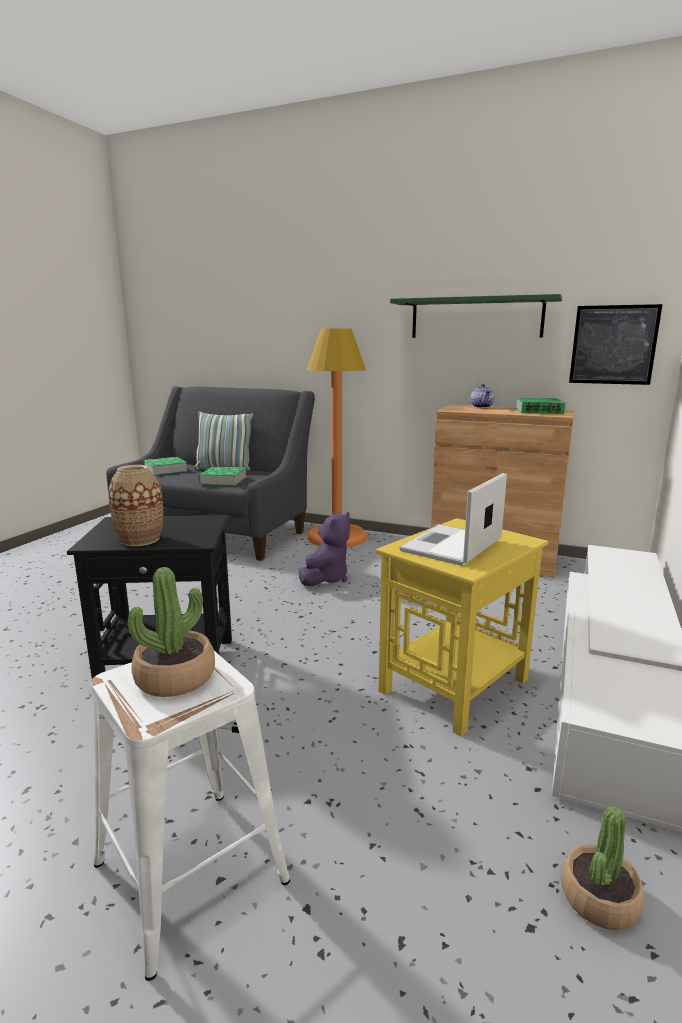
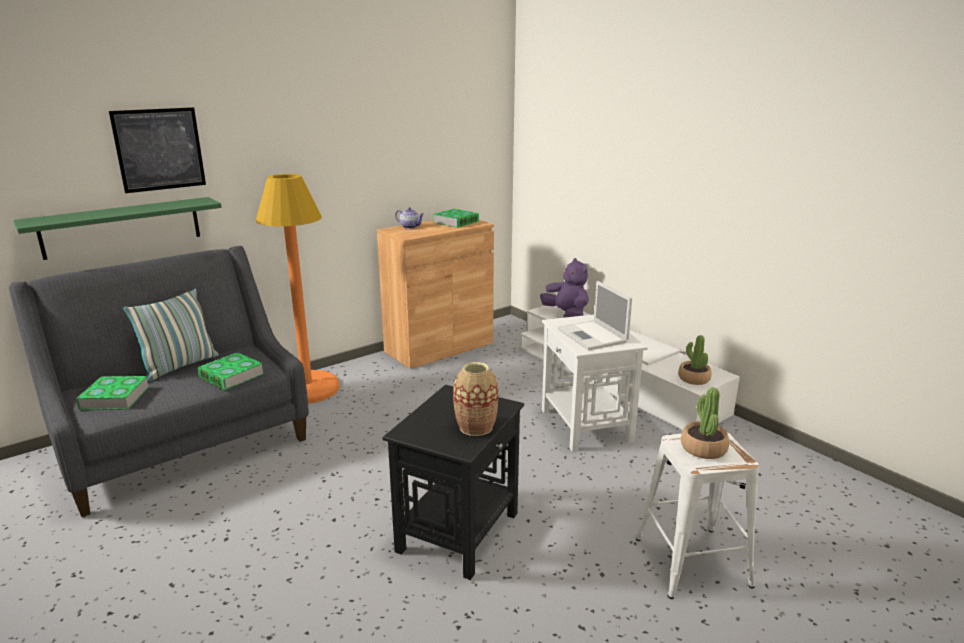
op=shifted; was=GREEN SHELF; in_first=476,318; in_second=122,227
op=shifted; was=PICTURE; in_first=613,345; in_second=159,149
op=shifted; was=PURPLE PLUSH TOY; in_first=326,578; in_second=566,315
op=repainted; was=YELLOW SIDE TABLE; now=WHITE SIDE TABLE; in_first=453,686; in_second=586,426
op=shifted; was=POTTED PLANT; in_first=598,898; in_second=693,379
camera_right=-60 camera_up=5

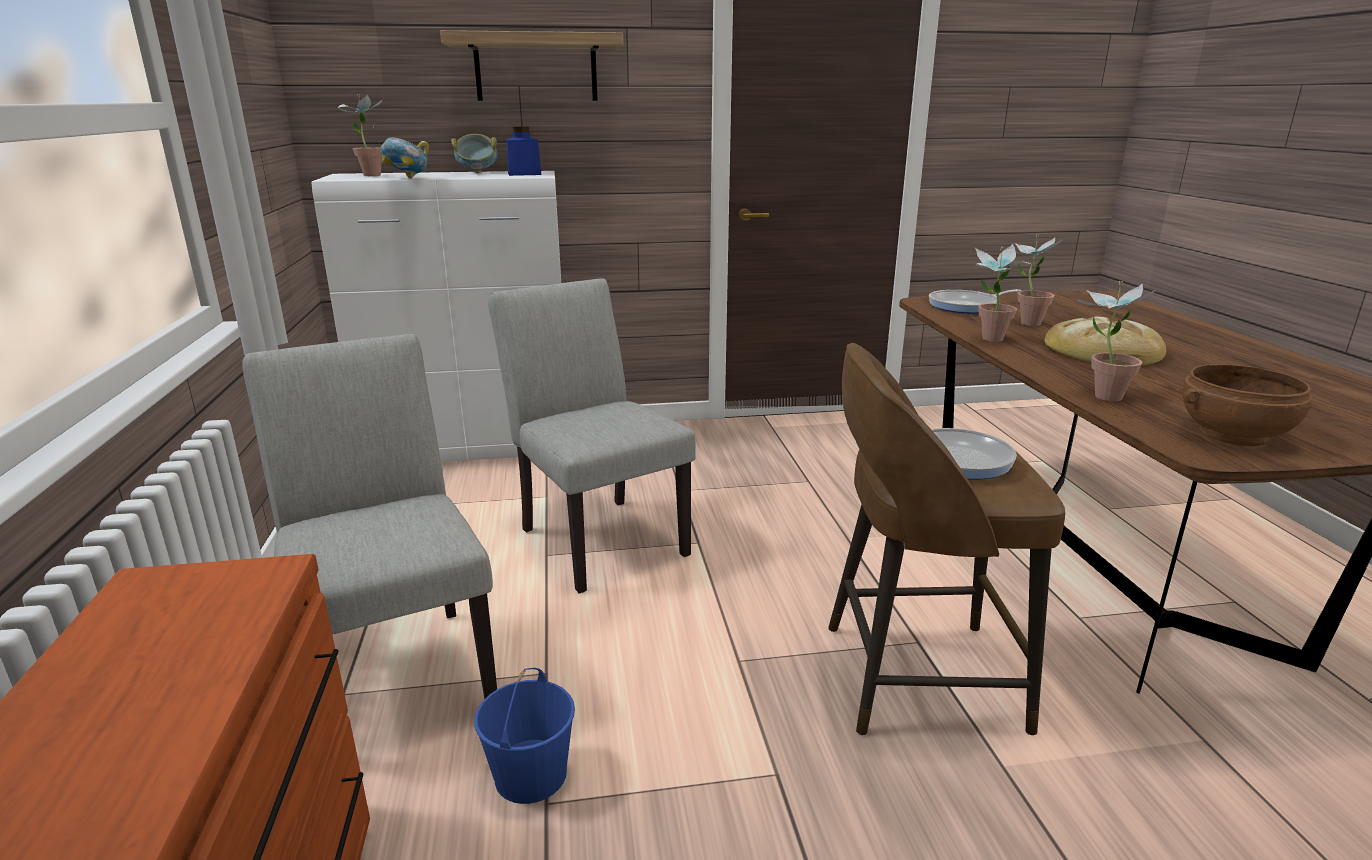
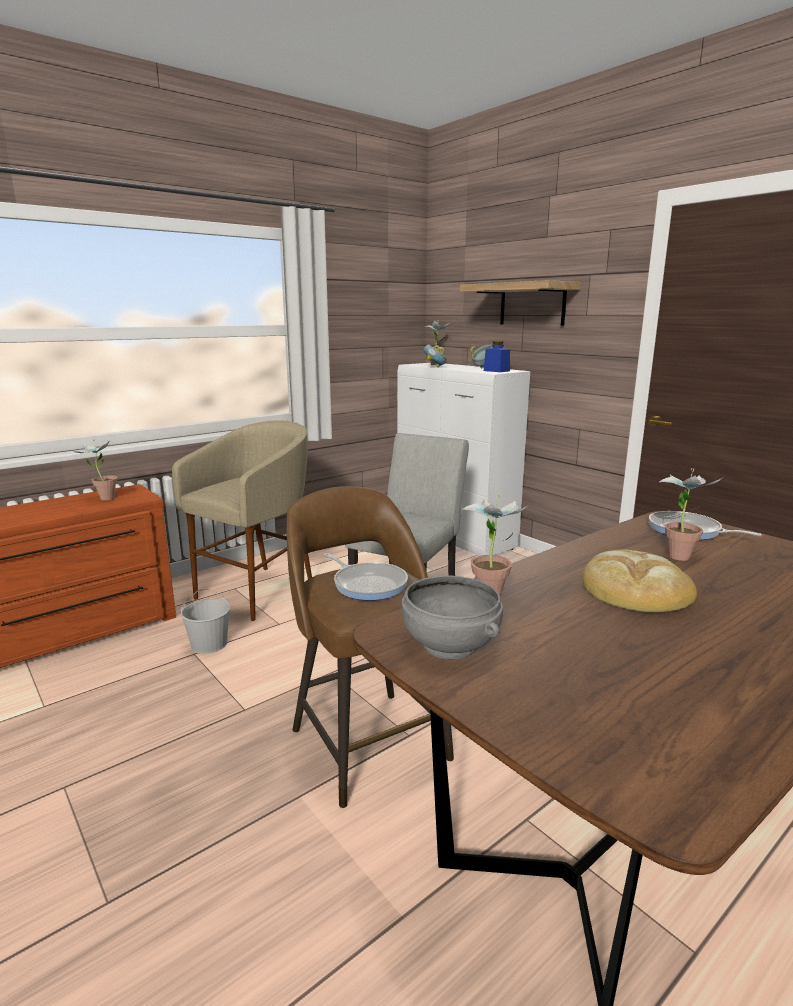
op=shifted; was=POTTED PLANT; in_first=989,340; in_second=103,498
op=swapped; was=GREY CHAIR; now=BEIGE STOOL; in_first=395,668; in_second=257,591
op=repainted; was=BROWN BOWL; now=GREY BOWL; in_first=1234,435; in_second=449,645
op=repainted; was=BLUE BUCKET; now=WHITE BUCKET; in_first=531,776; in_second=208,644
camera_right=60 camera_up=-5

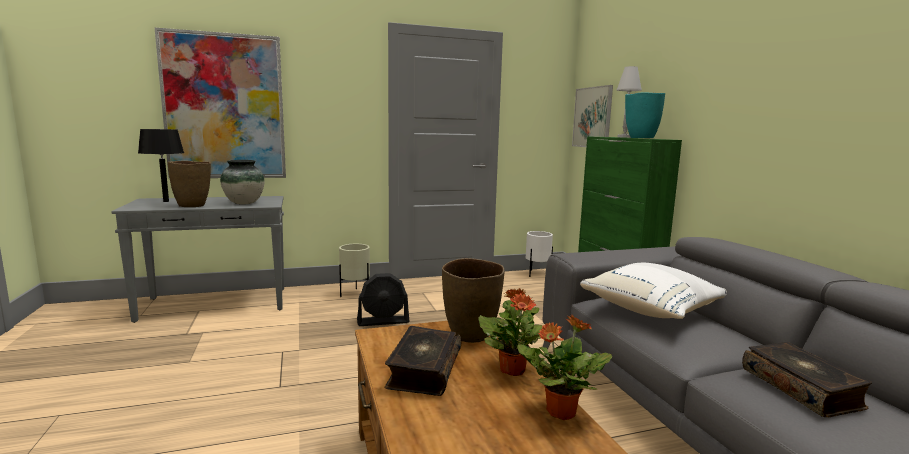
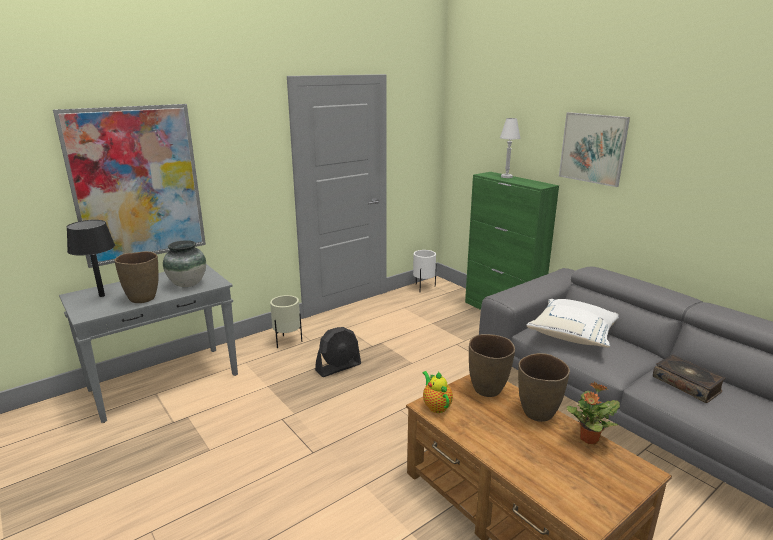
op=shifted; was=PICTURE; in_first=592,117; in_second=593,148
op=gone; was=TURQUOISE VASE; in_first=640,138
op=swapped; was=POTTED PLANT; now=BROWN VASE; in_first=512,369; in_second=538,413
op=gone; was=BOOK; in_first=423,371
op=new; now=TEAPOT; in_second=436,406
camera_right=-20 camera_up=10

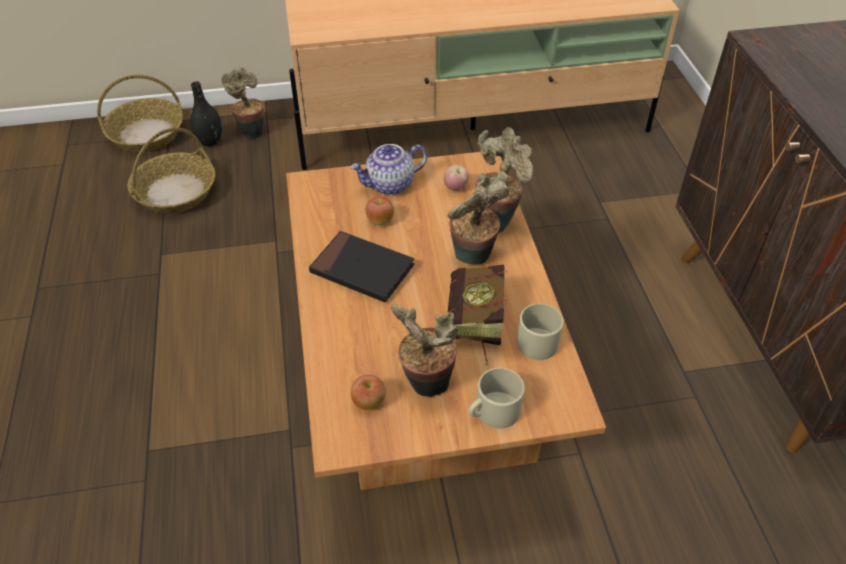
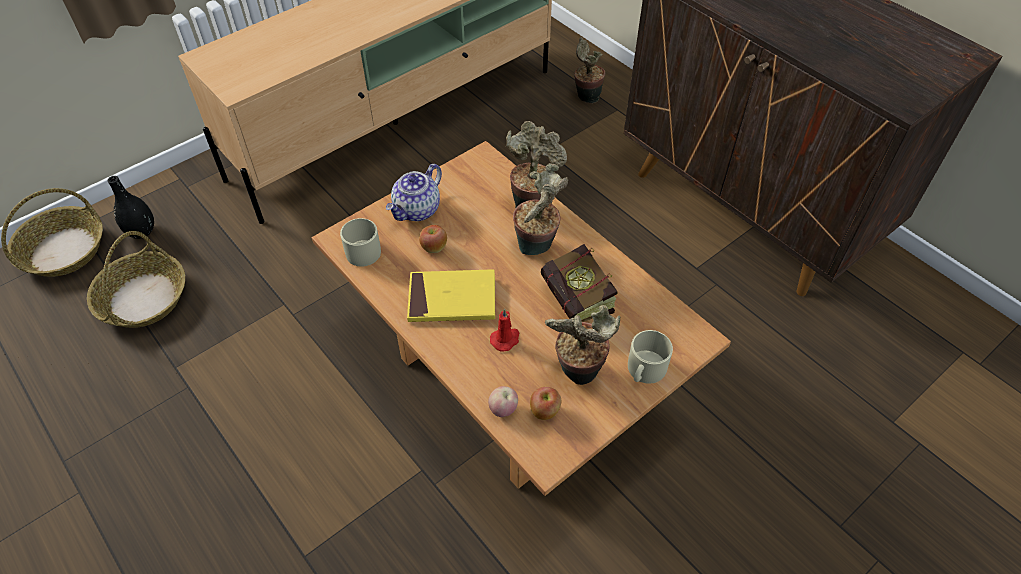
op=shifted; was=POTTED PLANT; in_first=251,132; in_second=585,97
op=shifted; was=APPLE; in_first=455,188; in_second=503,409
op=repainted; was=BLACK BOOK; now=YELLOW BOOK; in_first=362,270; in_second=452,299
op=shifted; was=BEIGE MUG; in_first=539,339; in_second=363,249
op=new; now=RED CANDLE; in_second=505,339
camera_right=-30 camera_up=5

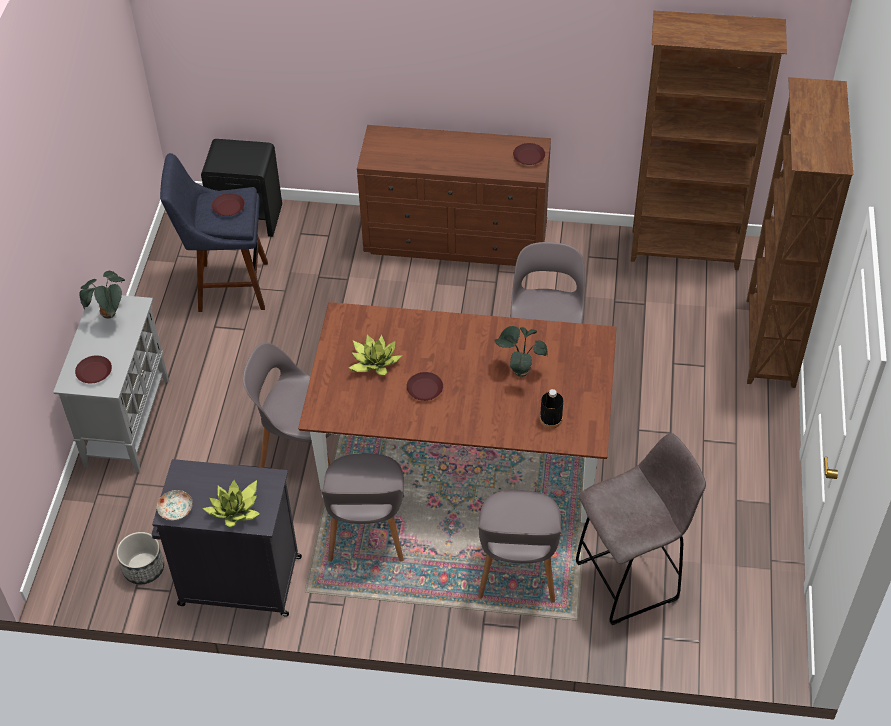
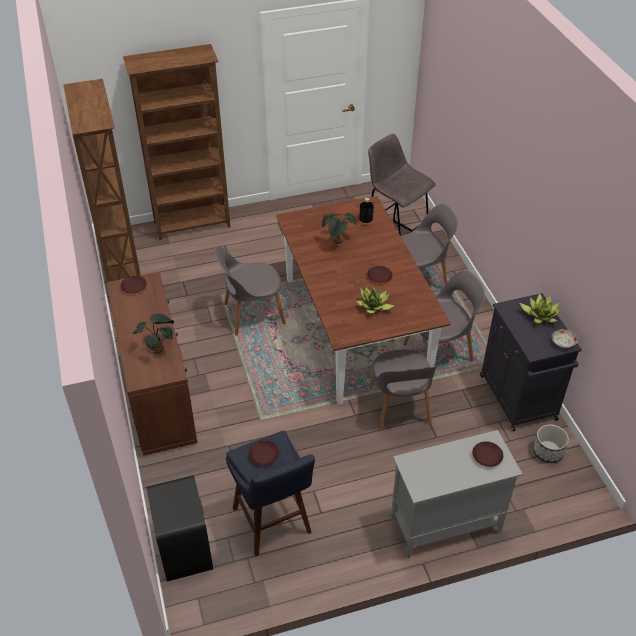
op=shifted; was=POTTED PLANT; in_first=109,315; in_second=158,349
camera_right=-115 camera_up=-5

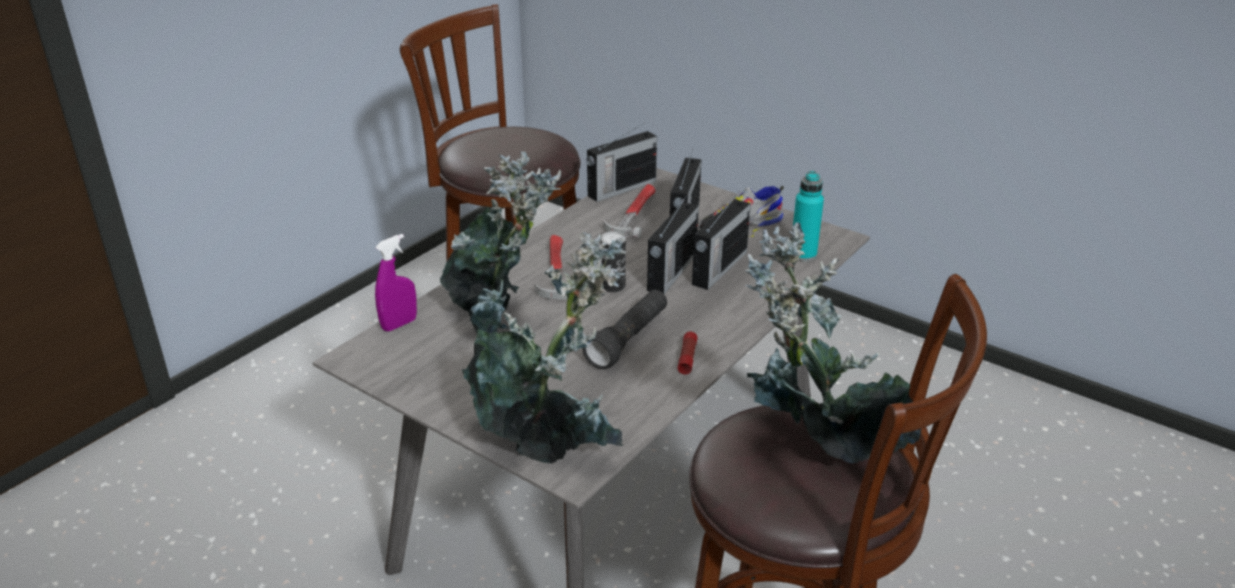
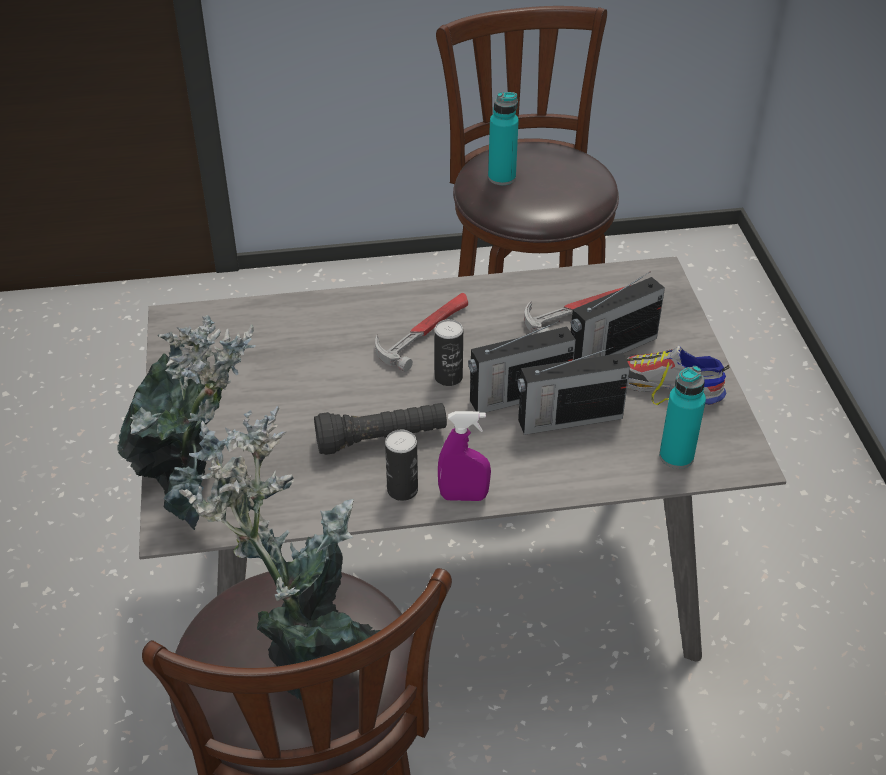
op=gone; was=RADIO; in_first=620,189
op=gone; was=POTTED PLANT; in_first=498,325
op=shifted; was=PURPLE SPRAY BOTTLE; in_first=399,324; in_second=463,496
op=swapped; was=FLASHLIGHT; now=CAN; in_first=687,358; in_second=402,490
op=new; now=TURQUOISE BOTTLE; in_second=501,178
camera_right=45 camera_up=10

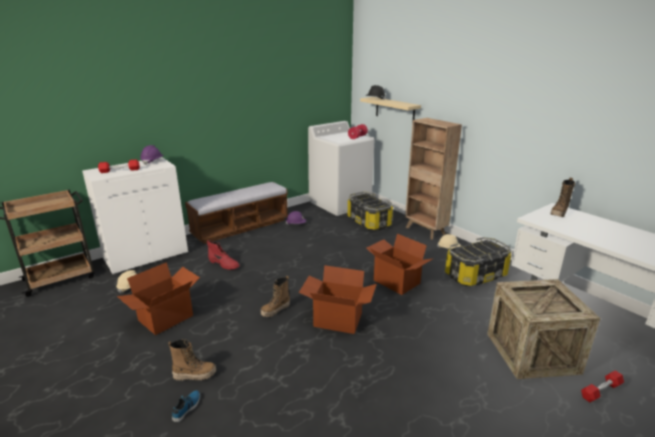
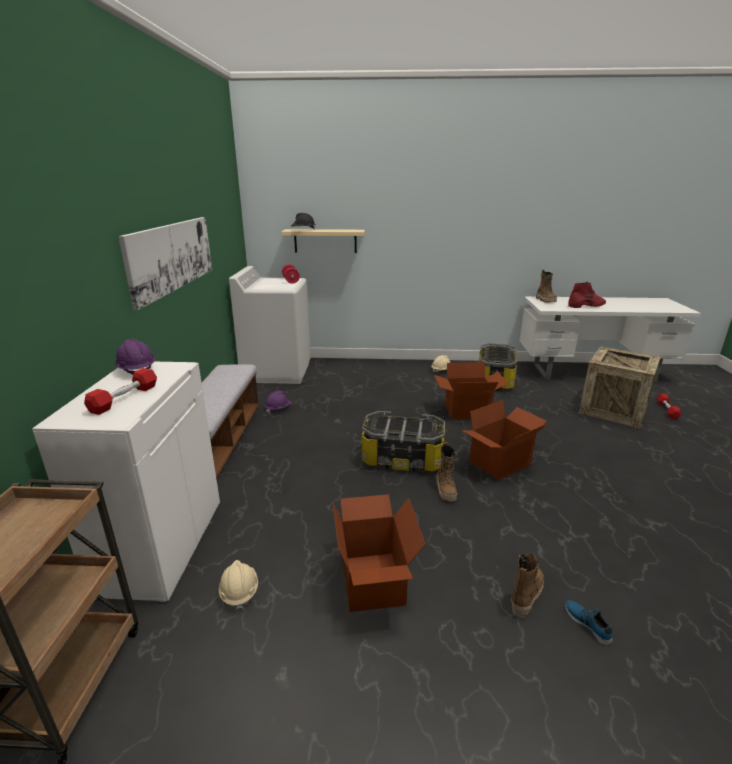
op=gone; was=BROWN BOOKCASE; in_first=425,231
op=shifted; was=STORAGE BOX; in_first=368,222; in_second=402,460
op=shifted; was=RED BOOT; in_first=224,264; in_second=586,305
op=new; now=PICTURE; in_second=172,256
camera_right=-50 camera_up=0

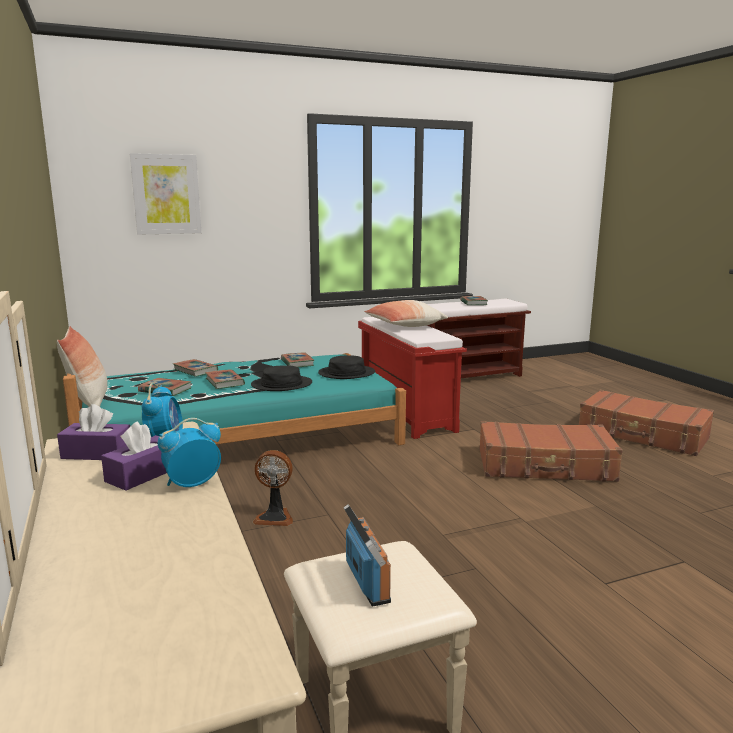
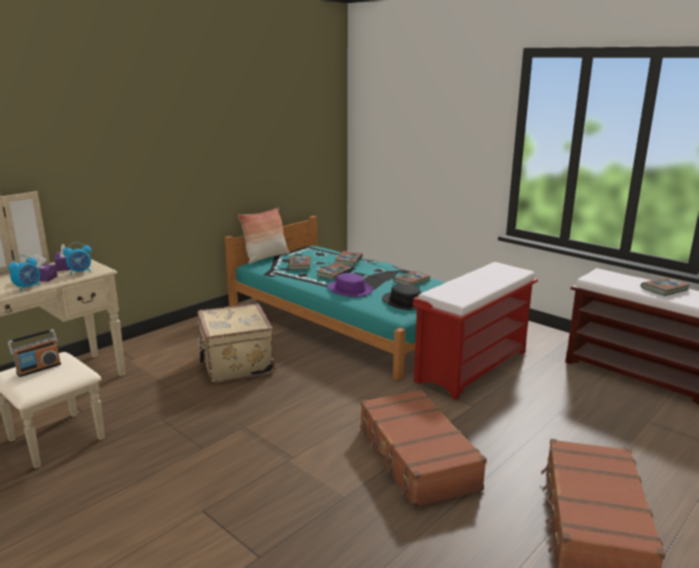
op=gone; was=PICTURE; in_first=166,194
op=gone; was=PILLOW; in_first=404,326
op=repainted; was=BLACK HAT; now=PURPLE HAT; in_first=281,384; in_second=350,289
op=rotated; was=ALARM CLOCK; in_first=191,484; in_second=28,287; clockwise=90
op=swapped; was=FAN; now=BEIGE SUITCASE; in_first=275,517; in_second=235,364
camera_right=65 camera_up=5

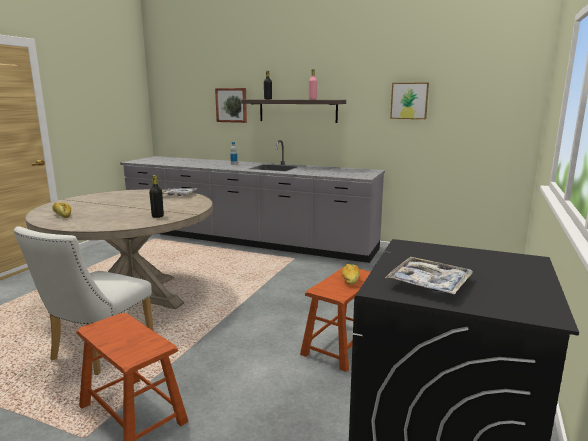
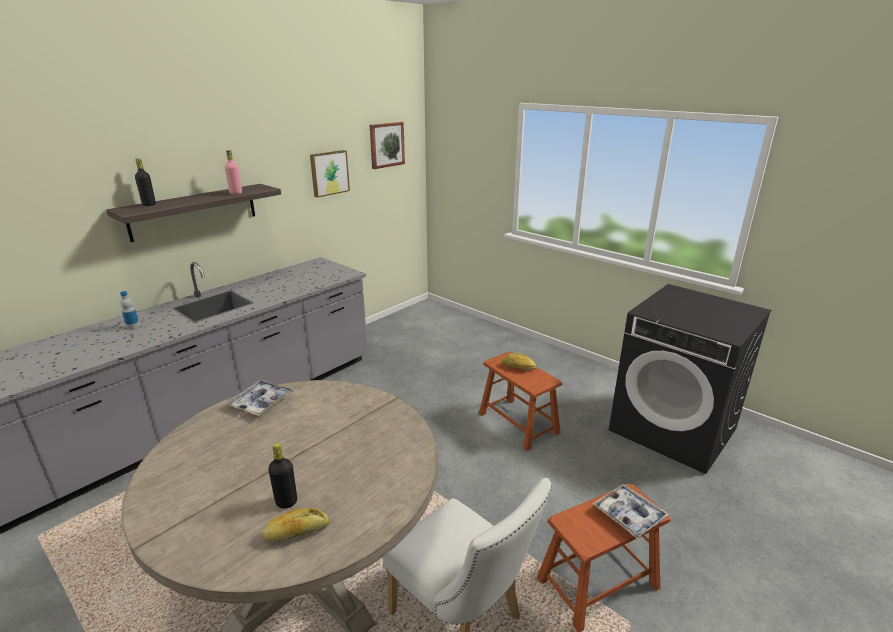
op=shifted; was=PICTURE; in_first=231,105; in_second=386,145
op=shifted; was=BLACK BOTTLE; in_first=157,216; in_second=286,502
op=shifted; was=TRAY; in_first=429,283; in_second=629,515
camera_right=-70 camera_up=10

